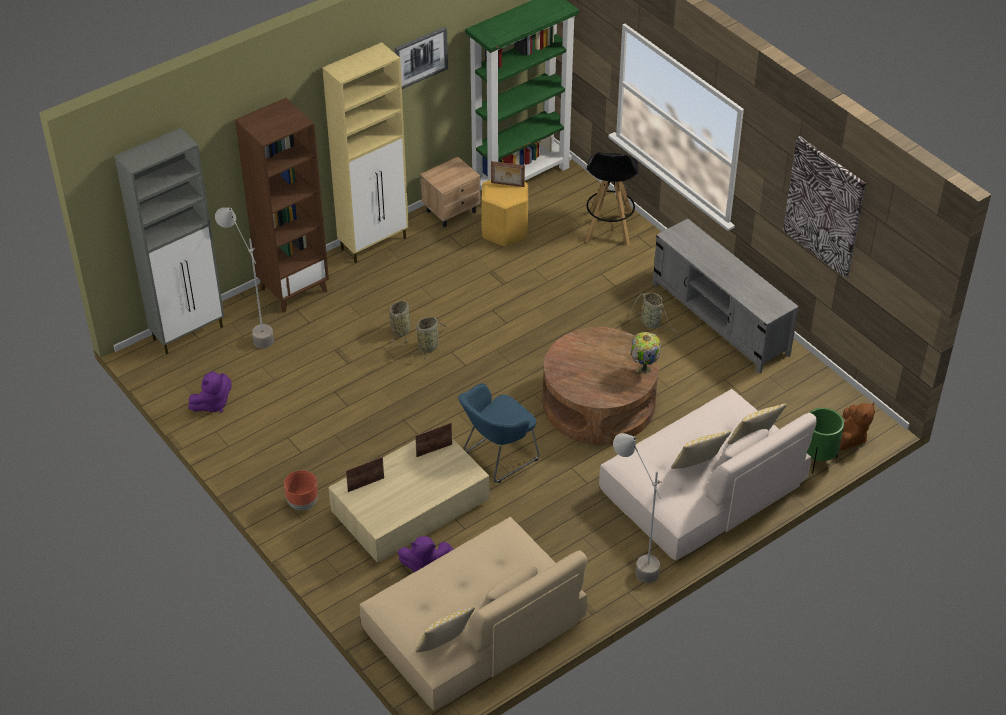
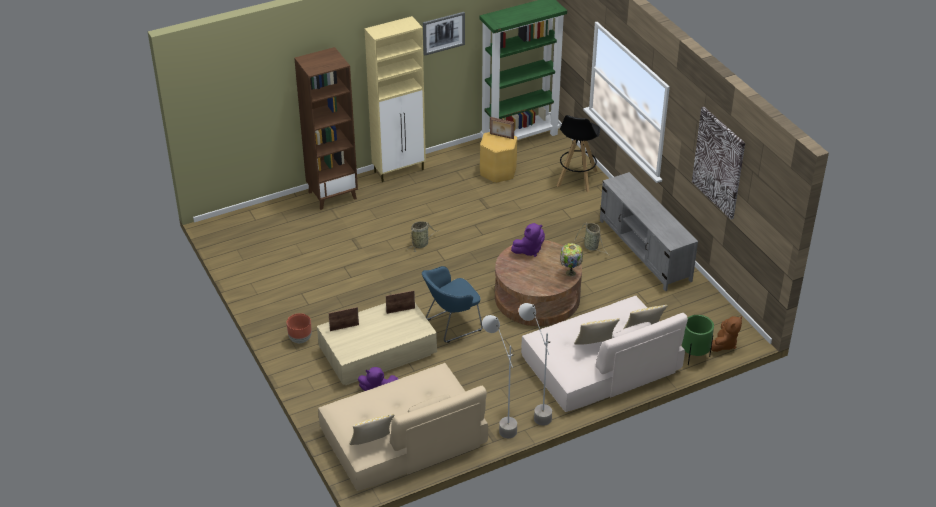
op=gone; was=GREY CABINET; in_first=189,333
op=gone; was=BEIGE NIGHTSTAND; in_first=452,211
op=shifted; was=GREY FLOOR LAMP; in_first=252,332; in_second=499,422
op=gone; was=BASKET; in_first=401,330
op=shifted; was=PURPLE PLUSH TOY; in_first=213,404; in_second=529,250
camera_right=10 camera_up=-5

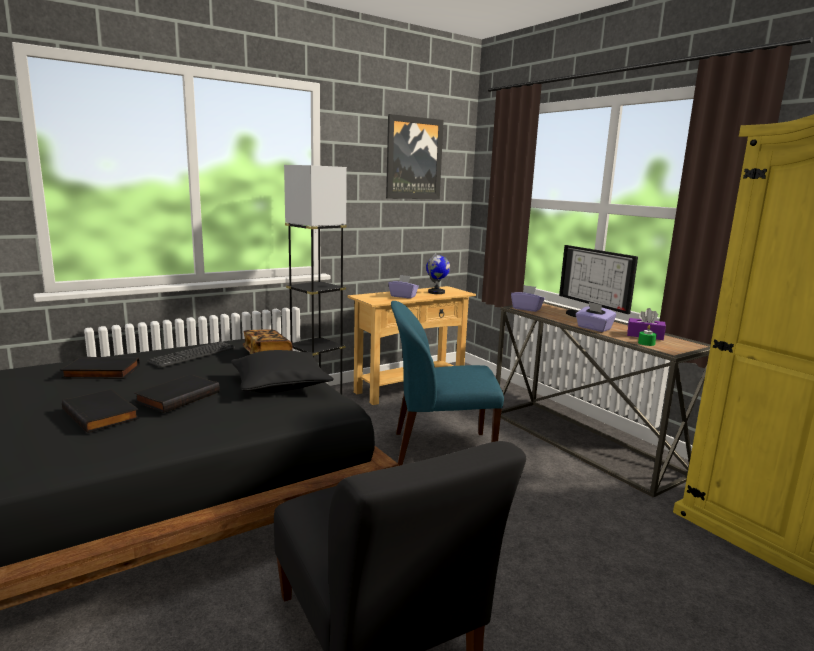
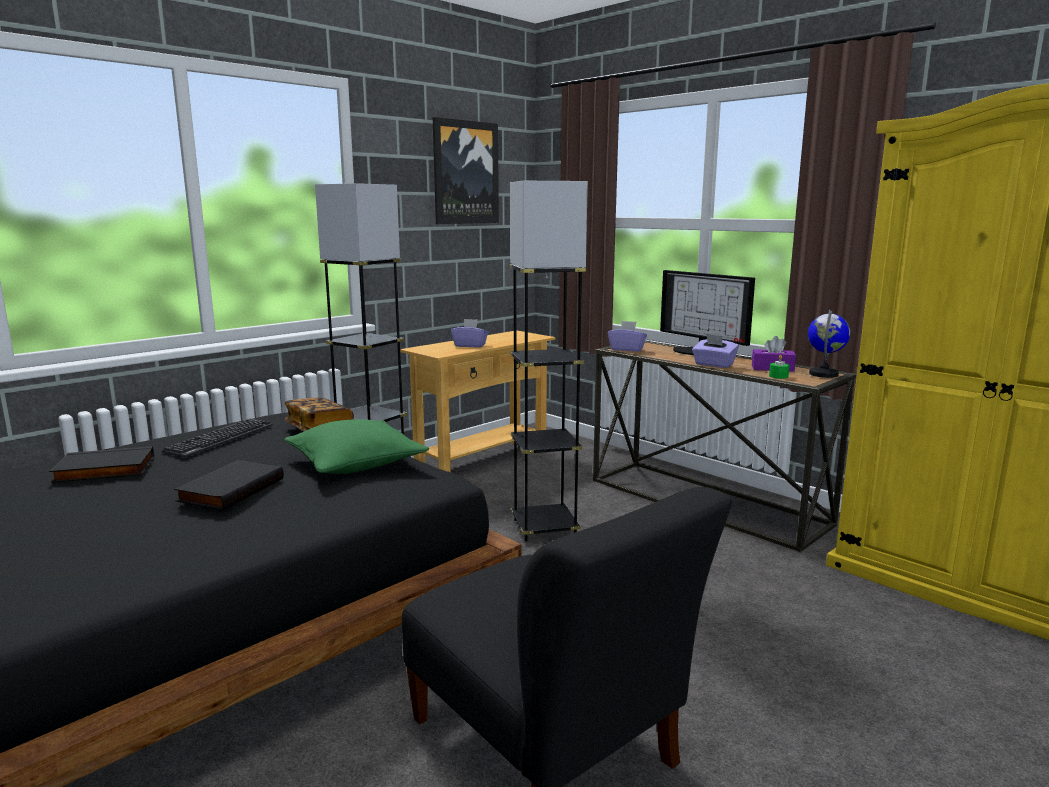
op=shifted; was=GLOBE; in_first=436,292; in_second=824,374
op=swapped; was=BLUE CHAIR; now=GREY FLOOR LAMP; in_first=439,449; in_second=544,528
op=repainted; was=BLACK PILLOW; now=GREEN PILLOW; in_first=280,385; in_second=356,463
op=gone; was=BLACK BOOK; in_first=102,414
camera_right=-10 camera_up=0

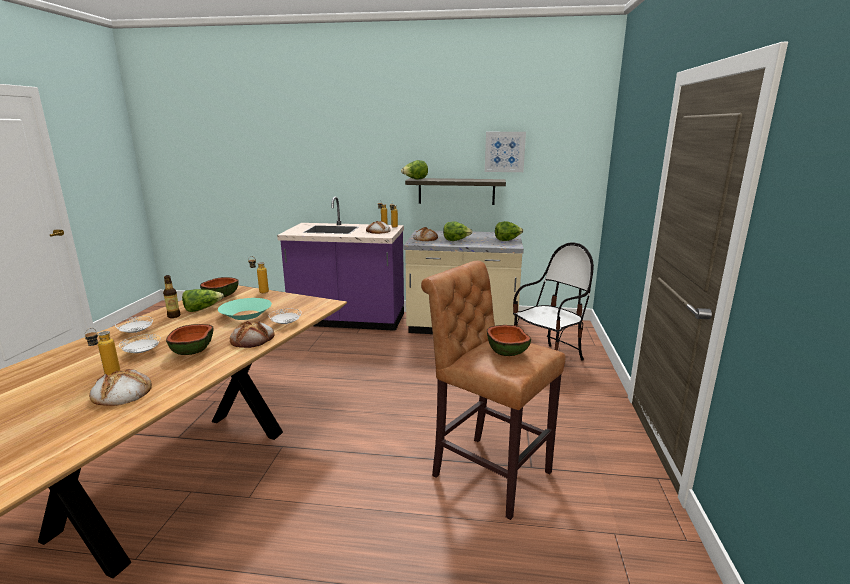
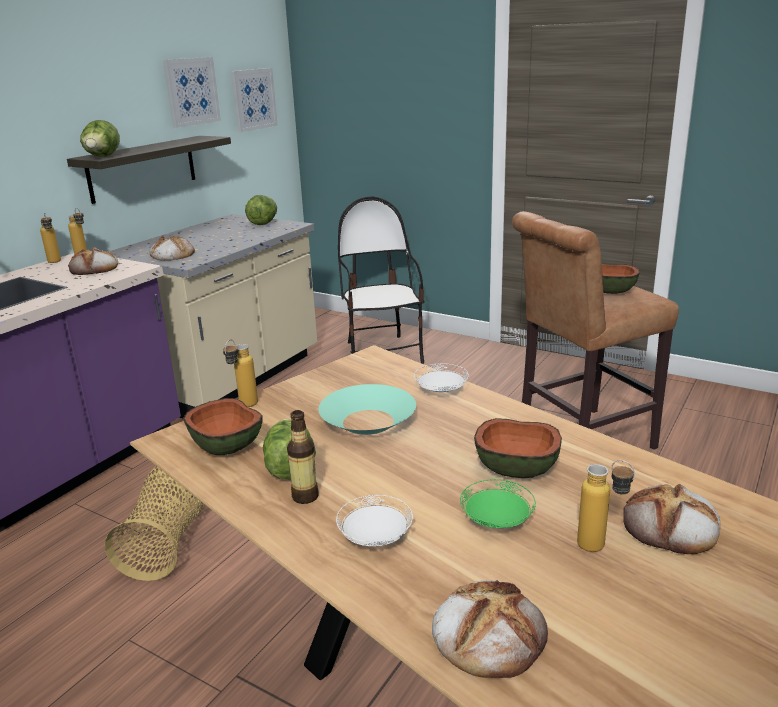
op=gone; was=LETTUCE; in_first=456,240
op=shifted; was=BREAD; in_first=253,339; in_second=488,633
op=repainted; was=WHITE PLATE; now=GREEN PLATE; in_first=142,352; in_second=496,520
op=new; now=PICTURE; in_second=253,99
op=new; now=BASKET; in_second=170,538
camera_right=-65 camera_up=5

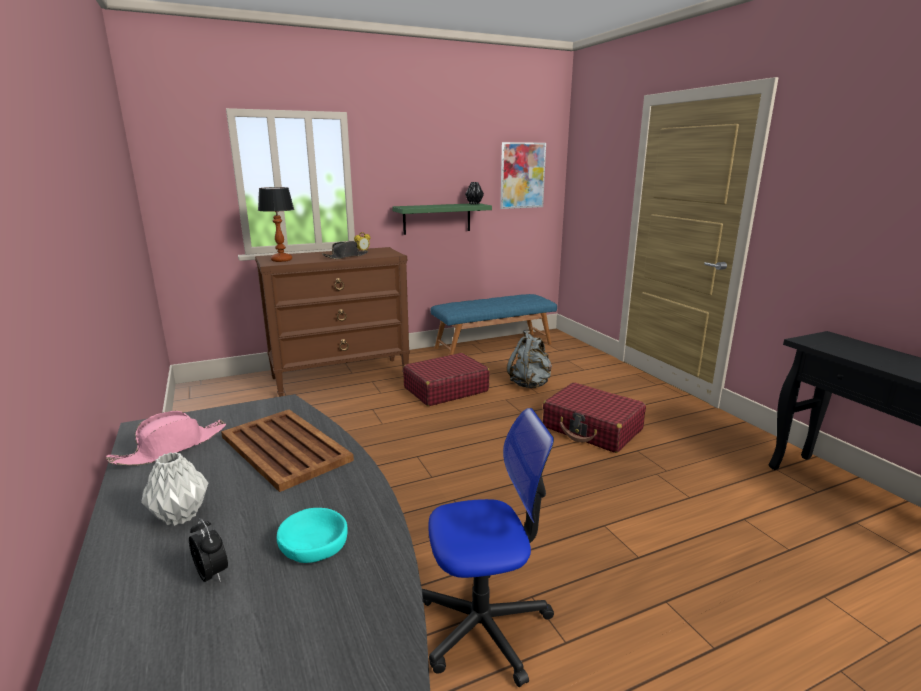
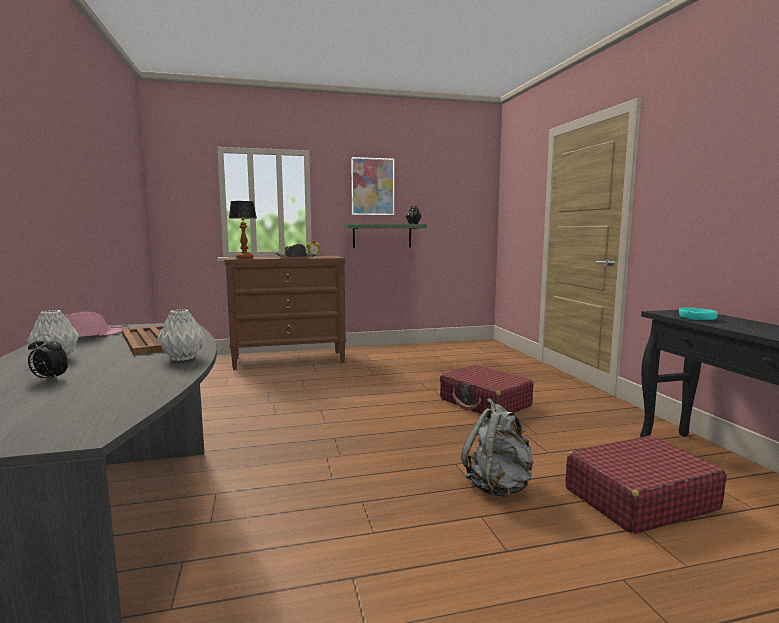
op=shifted; was=PICTURE; in_first=522,175; in_second=372,186
op=gone; was=BLUE BENCH; in_first=493,345
op=shifted; was=GREY BACKPACK; in_first=530,384; in_second=499,487
op=shifted; was=RED SUITCASE; in_first=445,389; in_second=639,499
op=gone; was=OFFICE CHAIR; in_first=484,625
op=shifted; was=TURQUOISE BOWL; in_first=313,543; in_second=697,318
op=rotated; was=ALARM CLOCK; in_first=212,574; in_second=49,379; clockwise=135
op=new; now=GREY VASE; in_second=182,358
camera_right=10 camera_up=-10

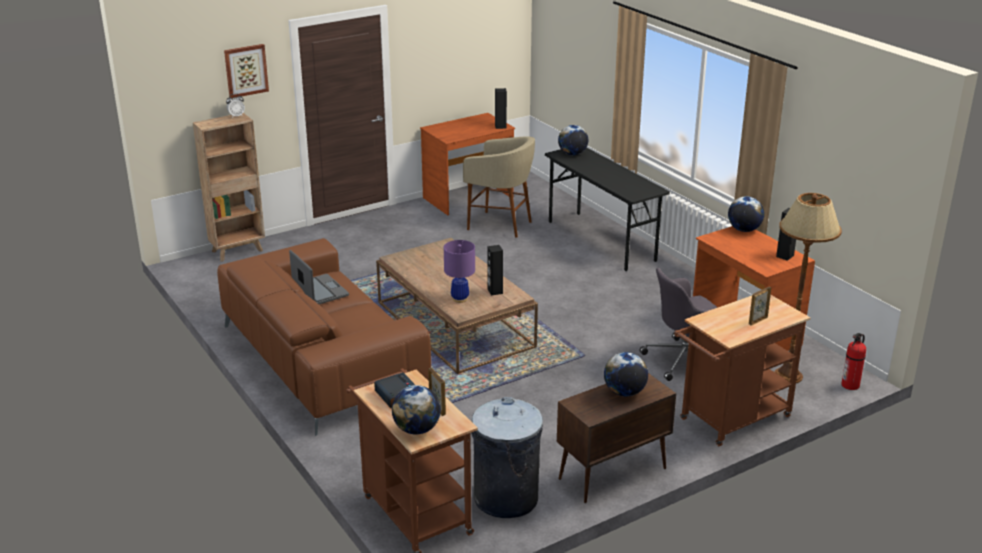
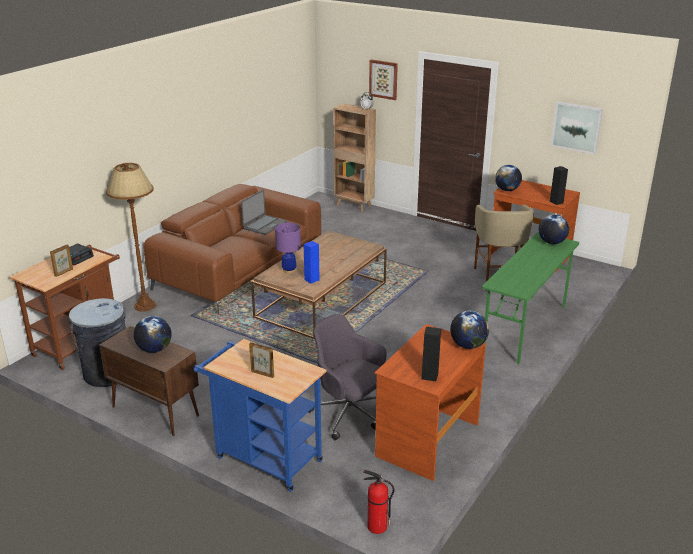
op=repainted; was=BLACK DESK; now=GREEN DESK; in_first=601,241; in_second=525,329
op=shifted; was=BROWN FLOOR LAMP; in_first=788,375; in_second=145,306
op=repainted; was=BLACK SPEAKER; now=BLUE SPEAKER; in_first=494,291; in_second=311,280
op=repainted; was=BROWN CART; now=BLUE CART; in_first=730,420; in_second=263,457
op=shifted; was=GLOBE; in_first=417,429; in_second=507,190
op=new; now=PICTURE; in_second=576,127
camera_right=65 camera_up=0

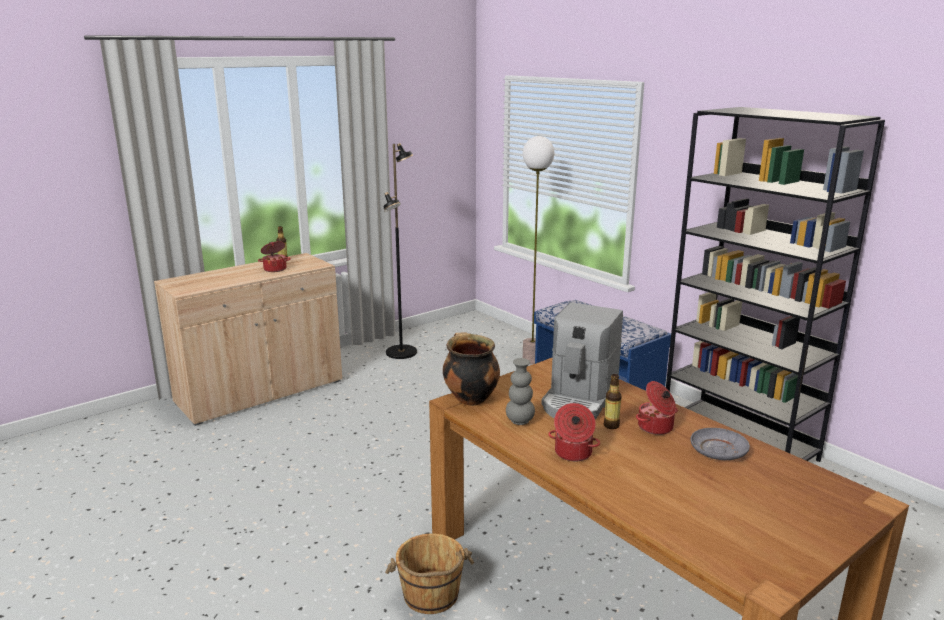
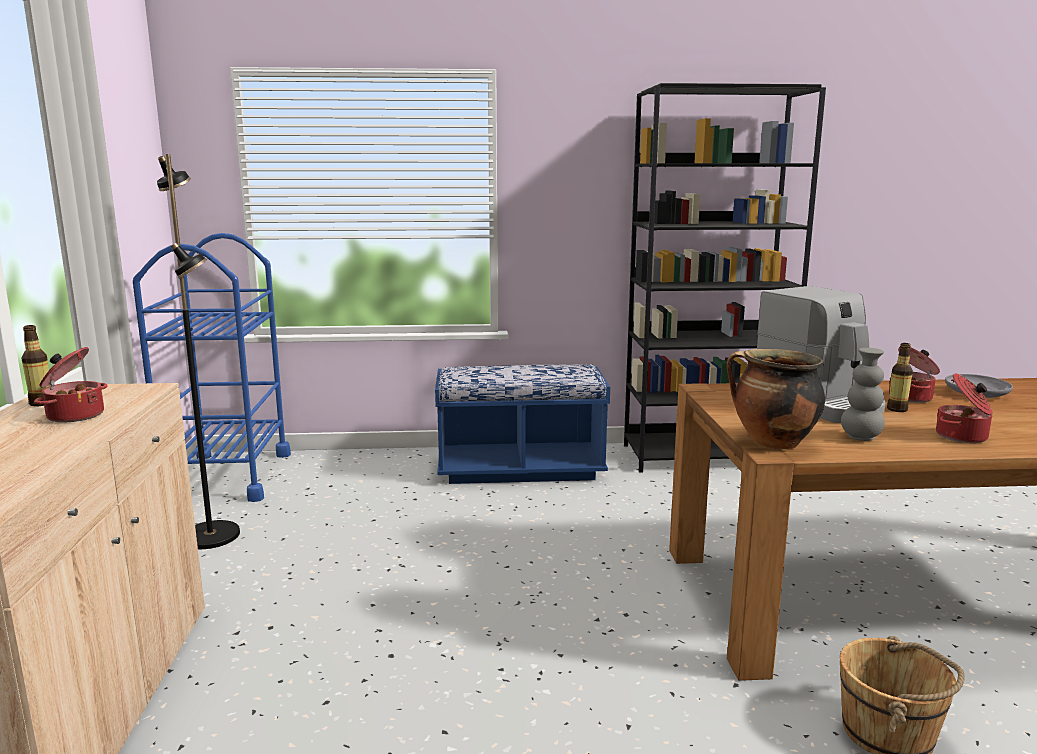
op=gone; was=FLOOR LAMP; in_first=532,360
op=new; now=BLUE CART; in_second=227,477
camera_right=-55 camera_up=-5

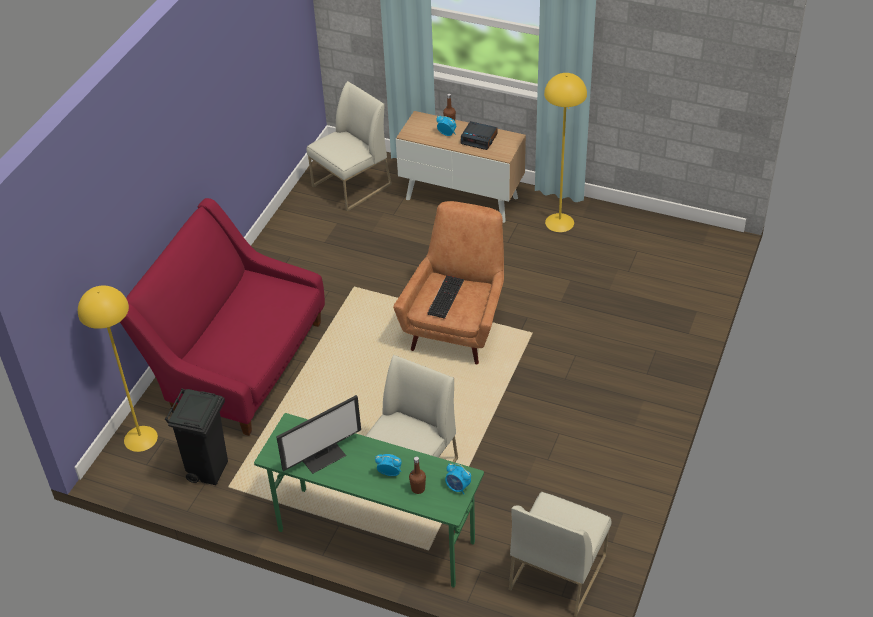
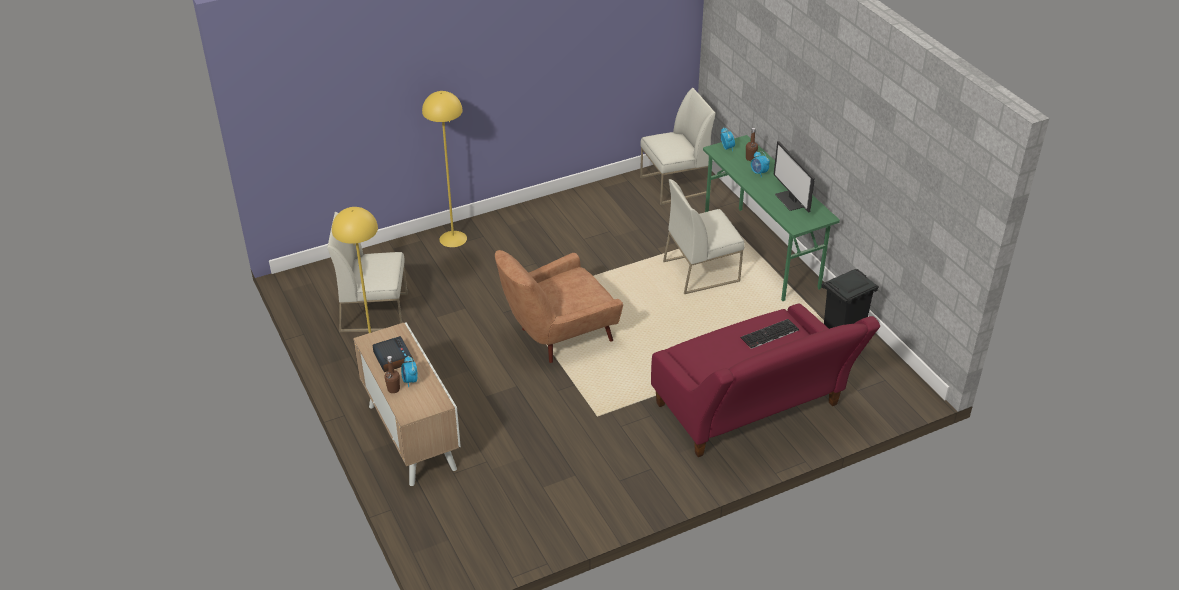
op=shifted; was=WHITE CHAIR; in_first=351,186; in_second=374,312
op=shifted; was=KEYBOARD; in_first=445,296; in_second=769,334
op=shifted; was=YELLOW FLOOR LAMP; in_first=140,438; in_second=453,239
op=rotated; was=MONITOR; in_first=323,456; in_second=791,200; clockwise=-120
camera_right=-140 camera_up=-5

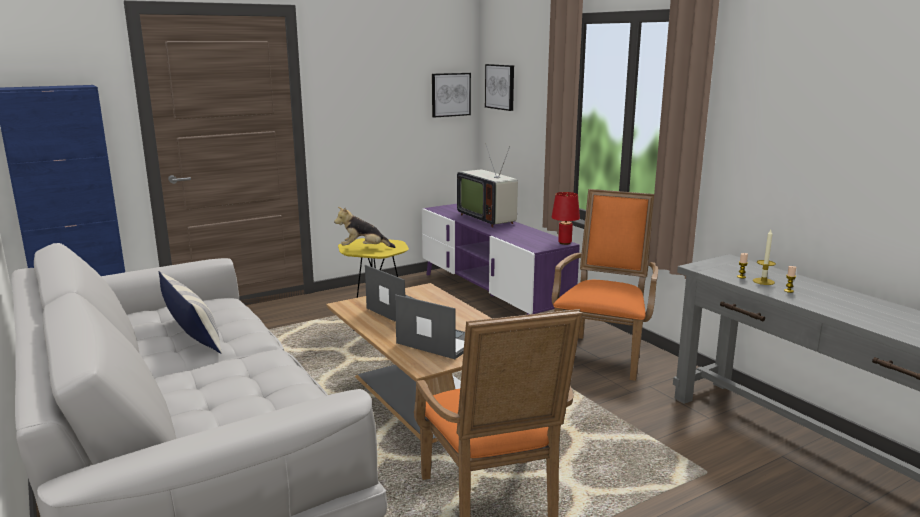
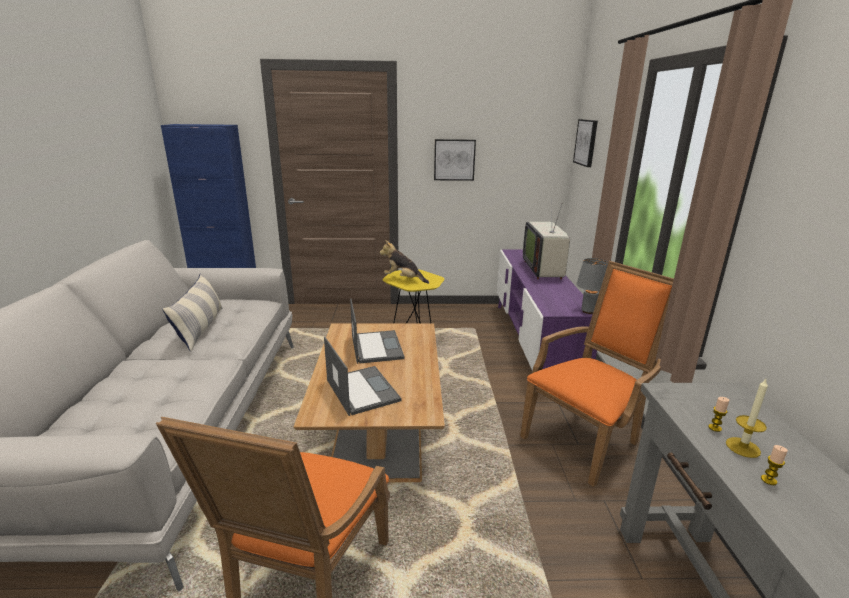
op=shifted; was=PICTURE; in_first=450,94; in_second=454,160
op=repainted; was=RED TABLE LAMP; now=GREY TABLE LAMP; in_first=564,243; in_second=588,311
camera_right=30 camera_up=5

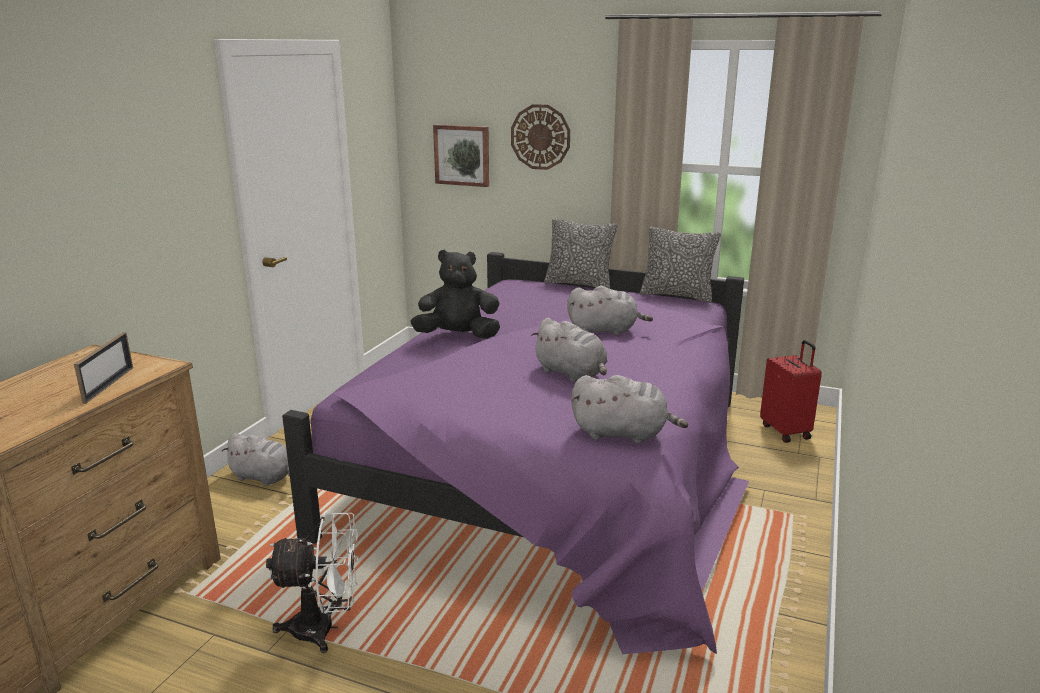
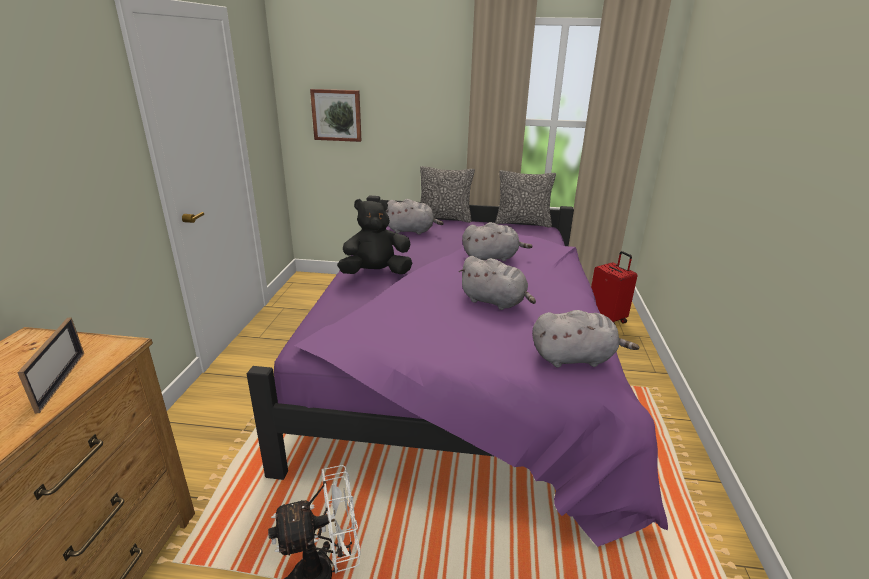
op=gone; was=WALL CLOCK; in_first=540,137
op=shifted; was=GREY PLUSH TOY; in_first=264,477; in_second=412,231
camera_right=-15 camera_up=5

